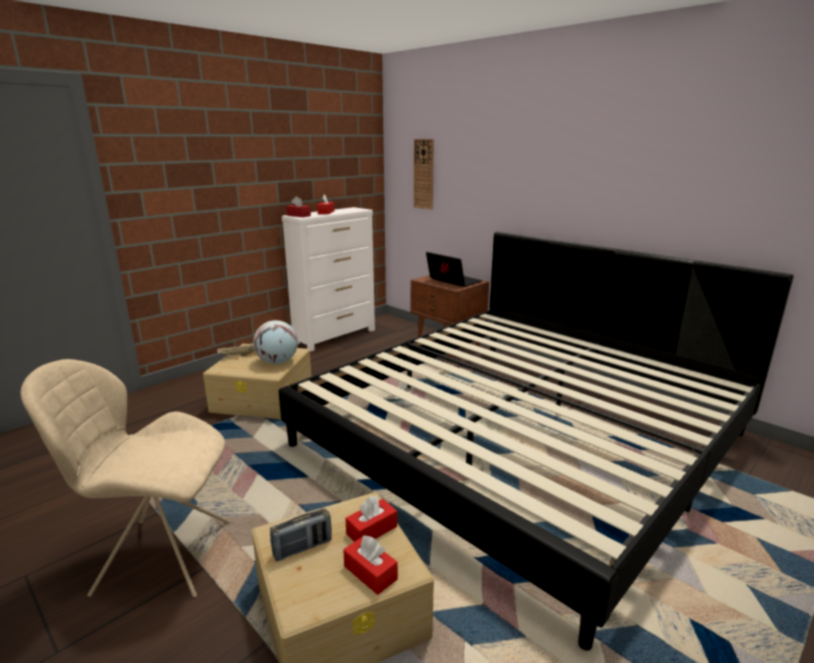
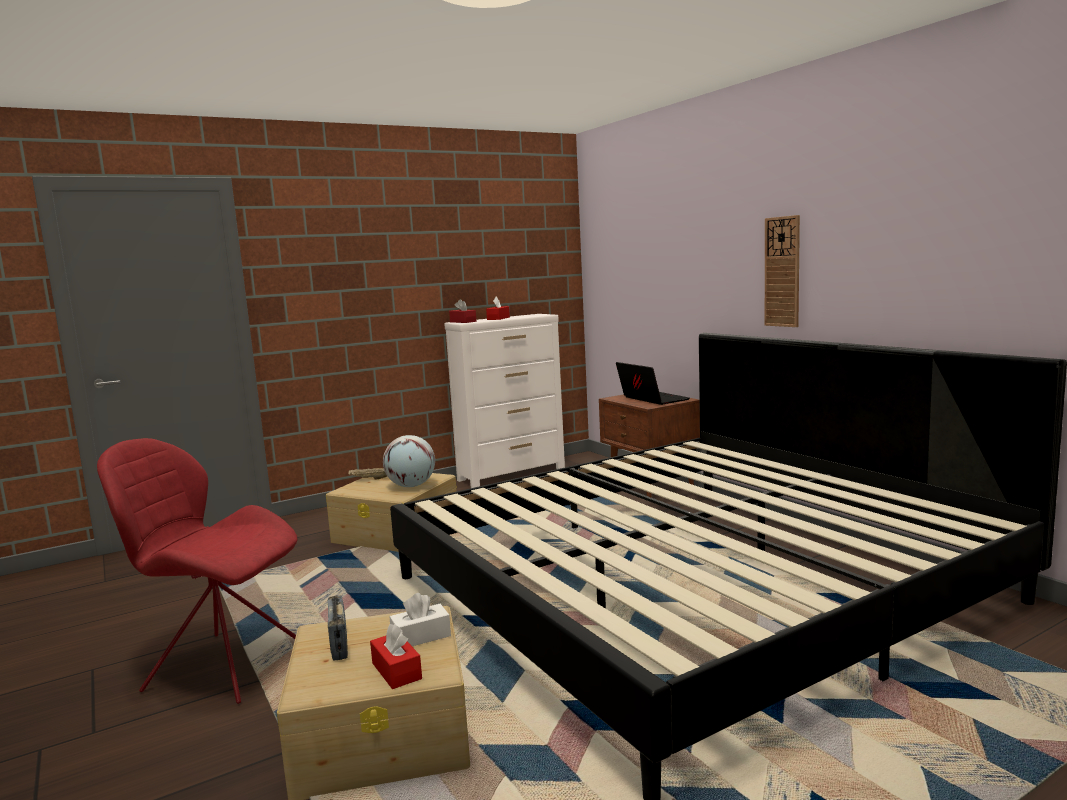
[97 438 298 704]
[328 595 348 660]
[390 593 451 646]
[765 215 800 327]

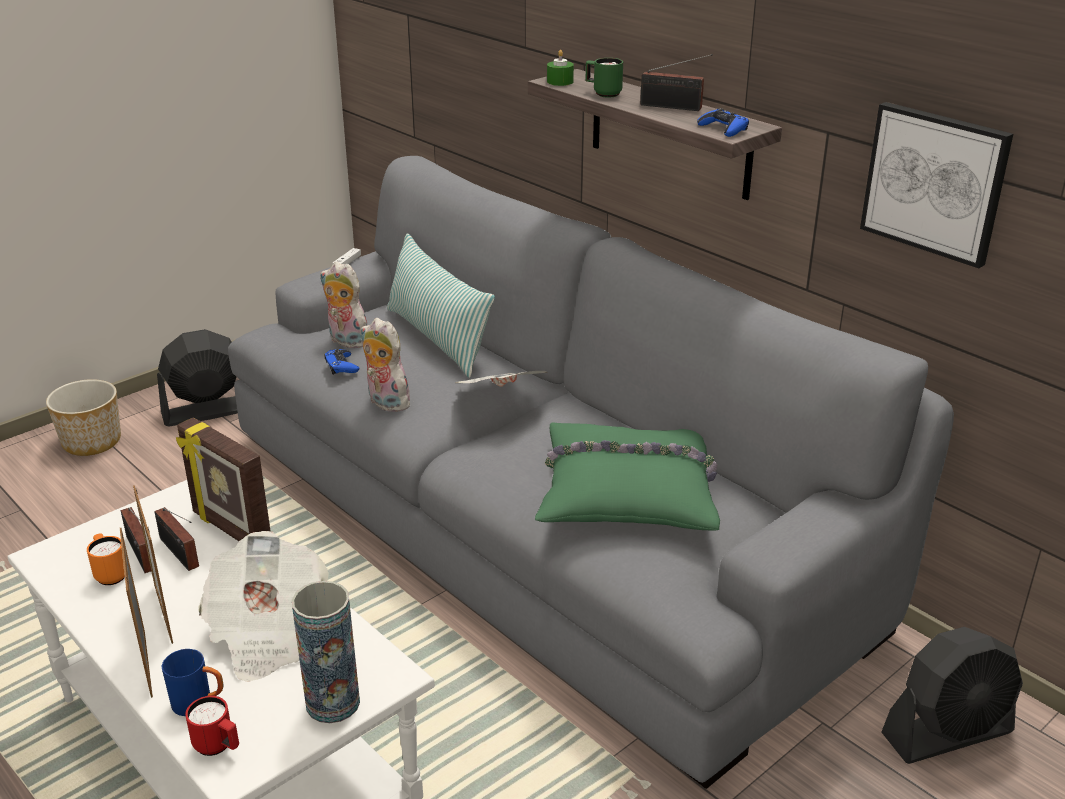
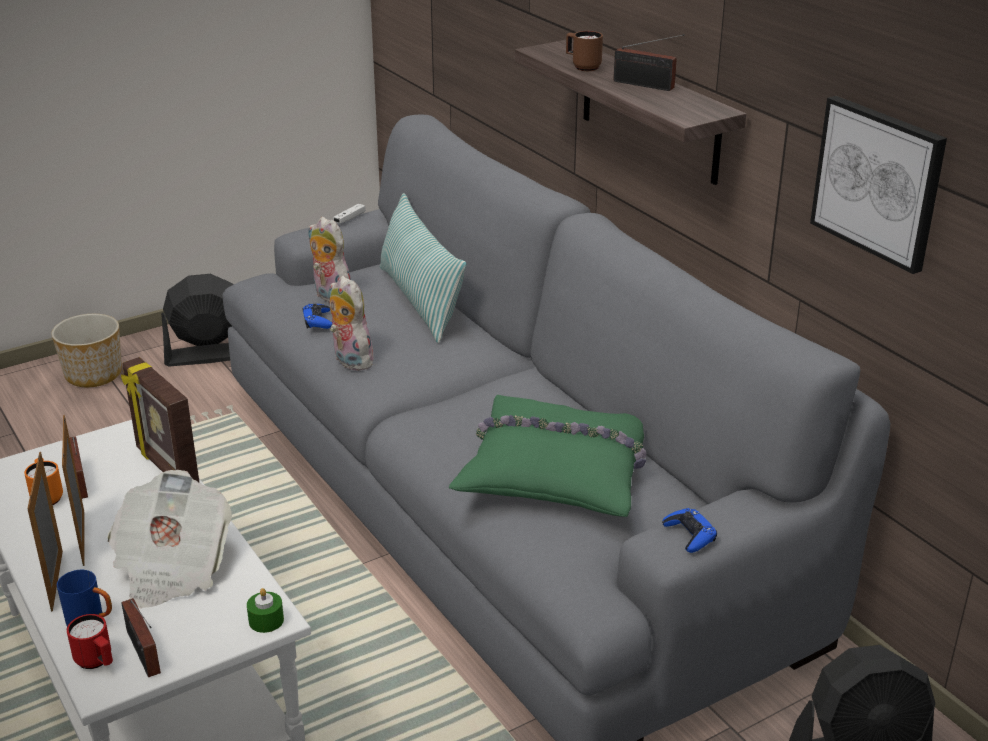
[121 598 161 677]
[292 581 360 723] (first image)
[455 371 547 387] (first image)
[247 588 284 633]
[566 31 603 71]
[662 508 717 553]

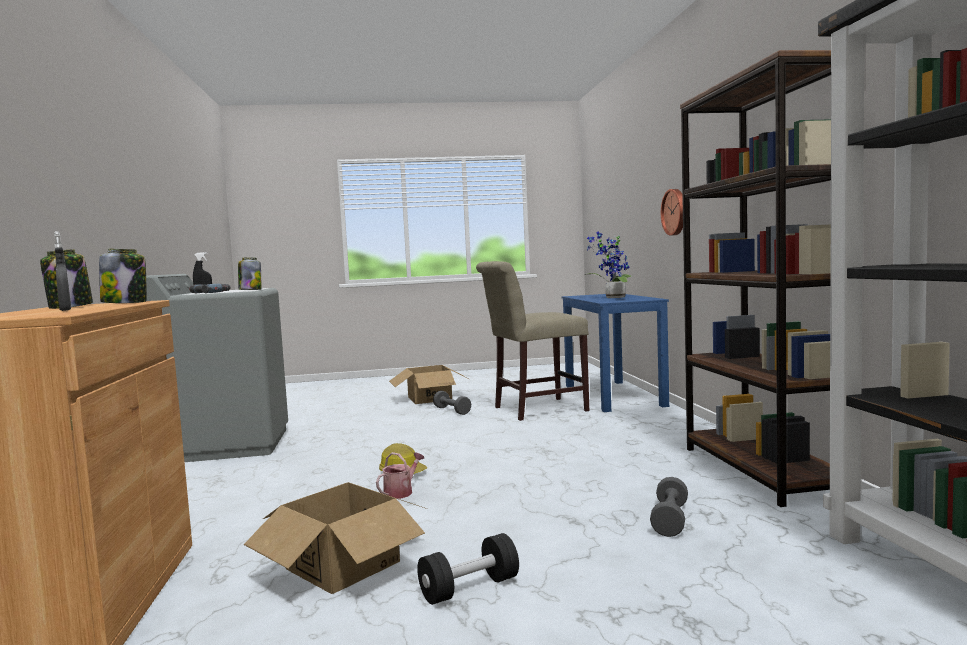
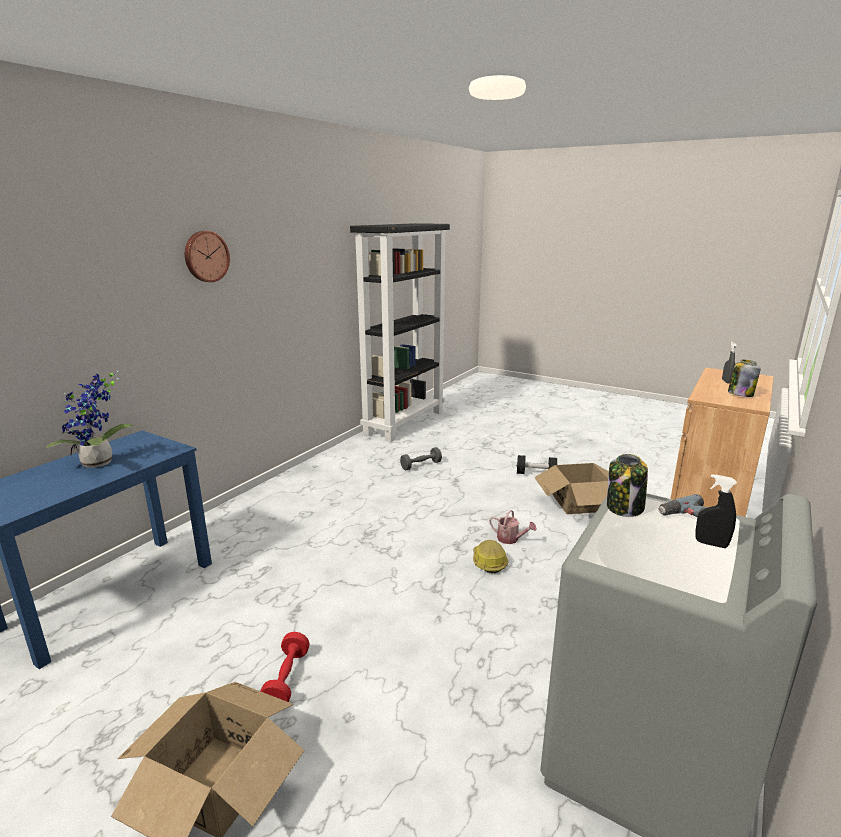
[99 249 147 303] (first image)
[489 510 536 544]
[260 632 310 702]
[476 261 589 421] (first image)
[185 231 230 282]
[680 50 831 507] (first image)

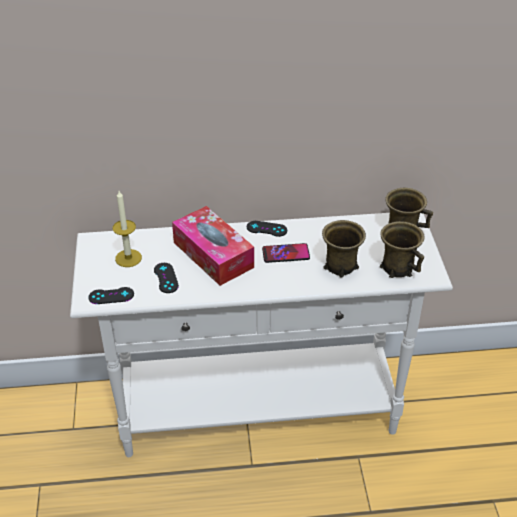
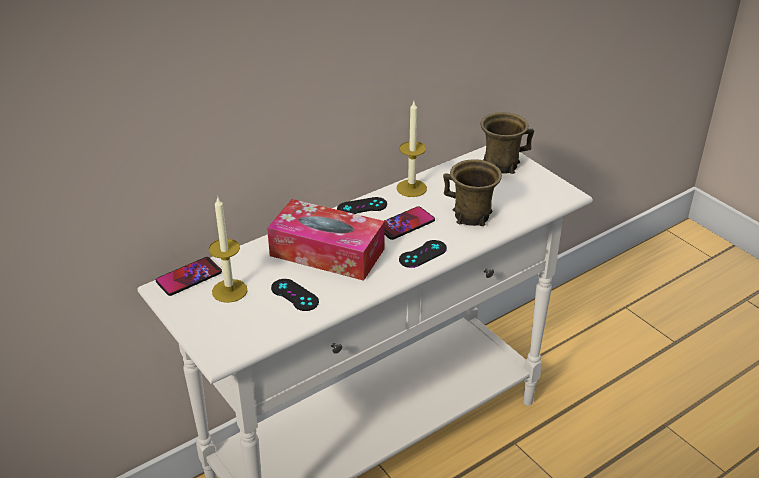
[399 240 447 268]
[380 221 425 278] (first image)
[156 257 222 296]
[397 102 427 197]

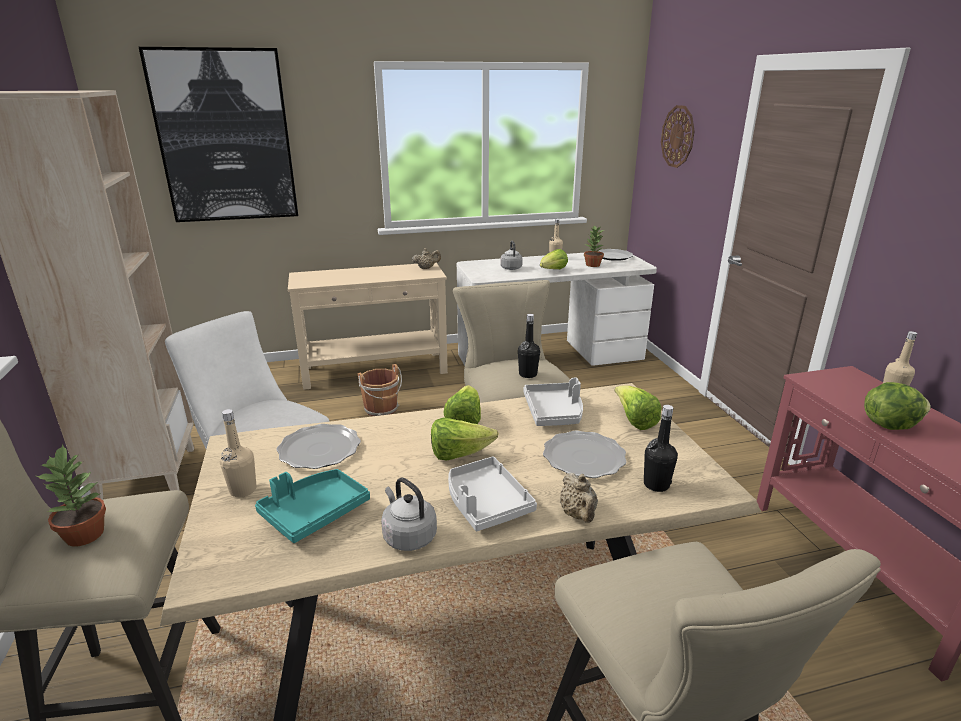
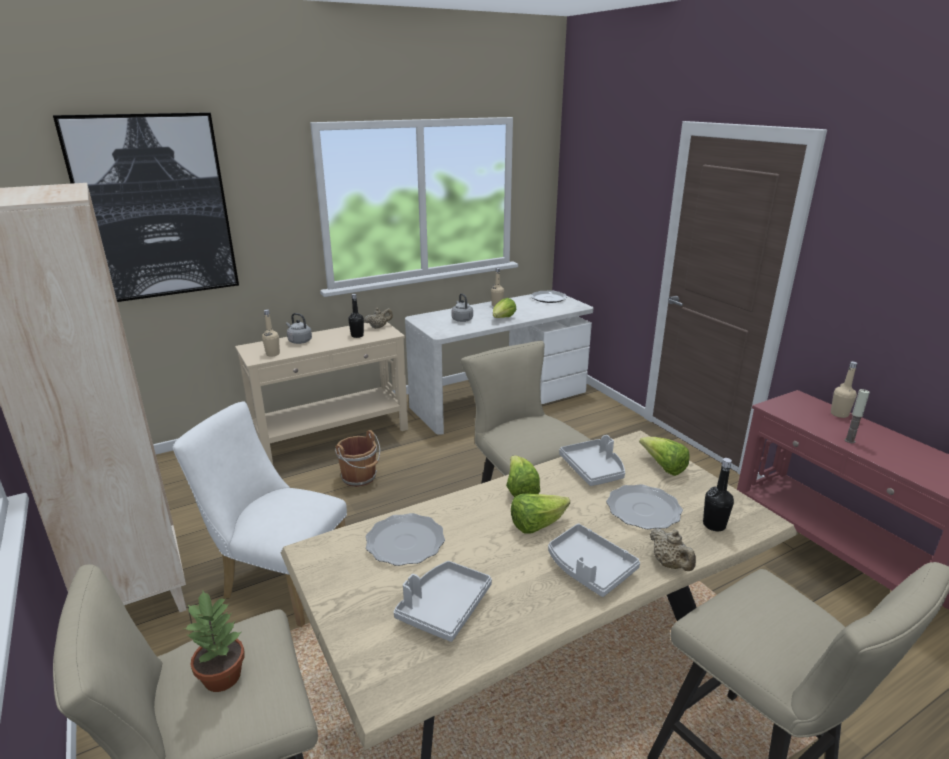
[262 309 280 357]
[394 561 492 642]
[286 313 312 344]
[348 294 364 338]
[584 226 604 267] (first image)
[661 105 695 168] (first image)
[844 389 870 443]

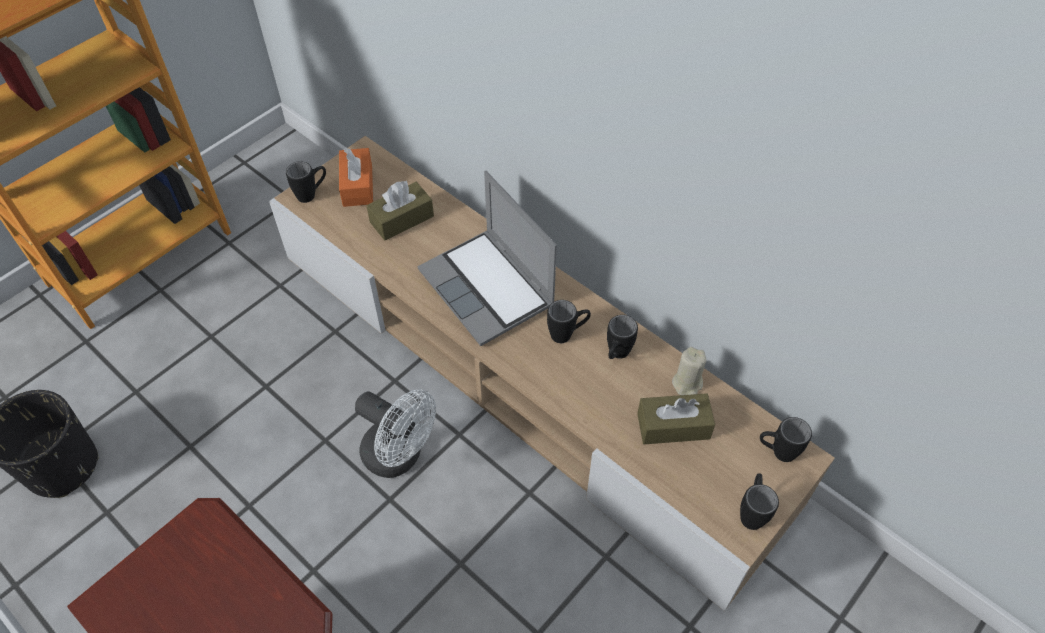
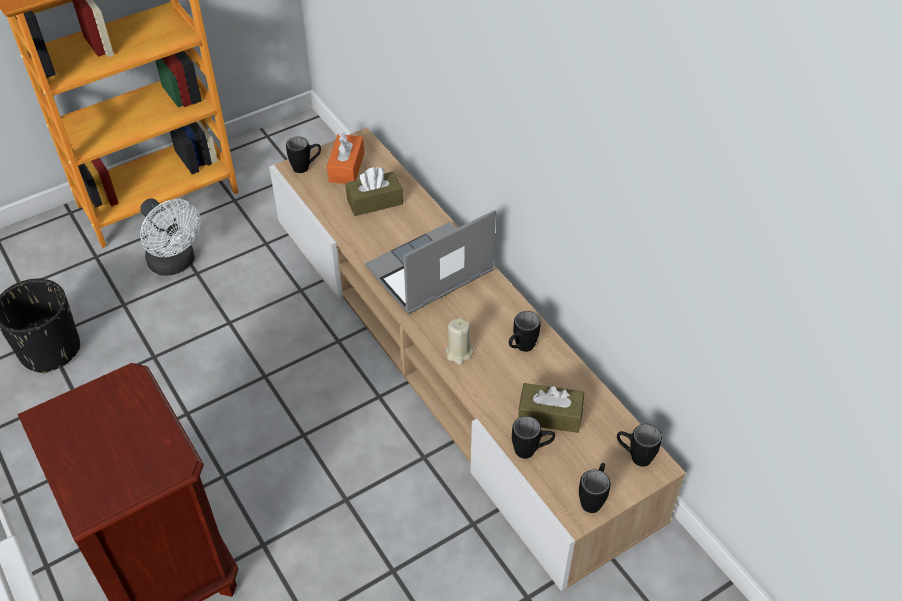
[140 199 201 276]
[365 210 496 314]
[512 416 555 459]
[446 317 474 365]

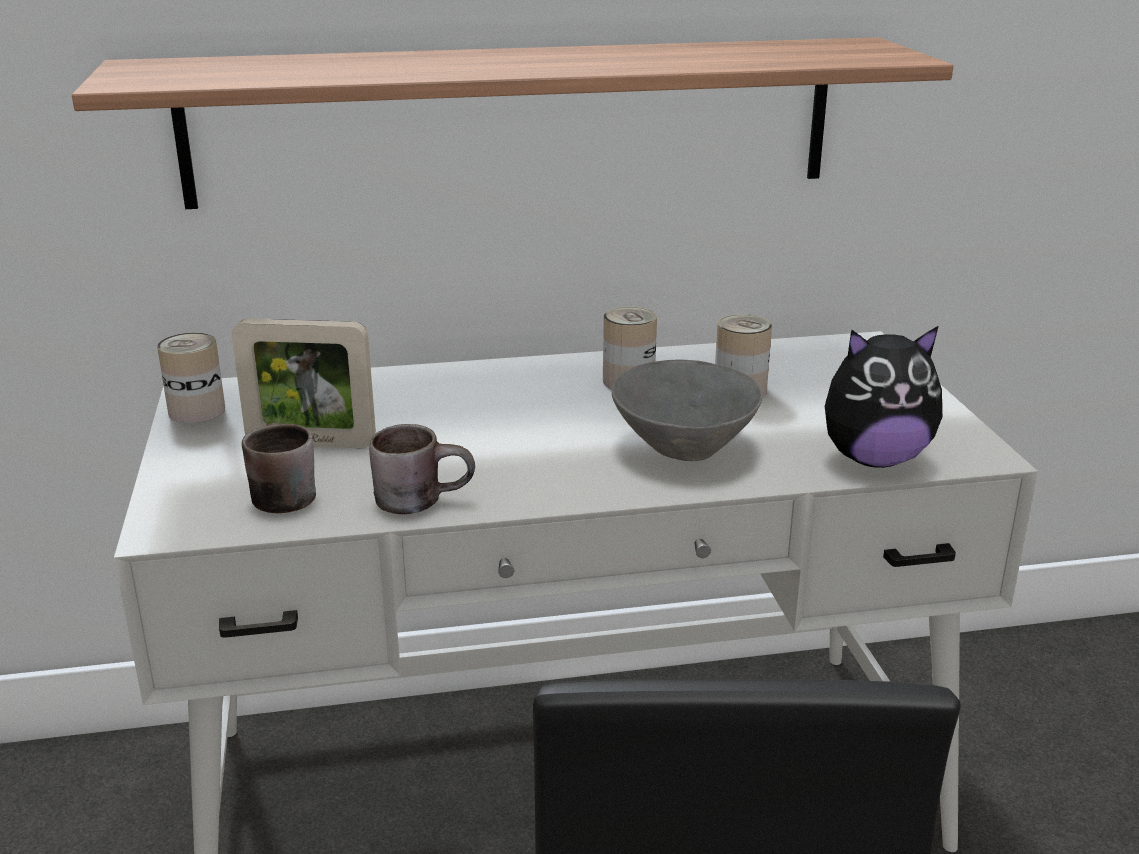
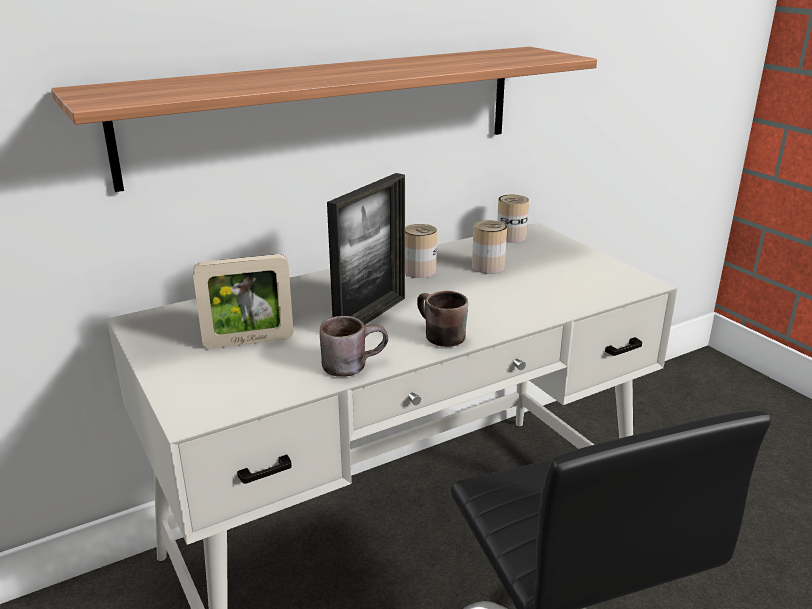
[497 195 529 243]
[417 291 468 347]
[612 359 762 461] (first image)
[825 326 942 468] (first image)
[327 173 405 325]

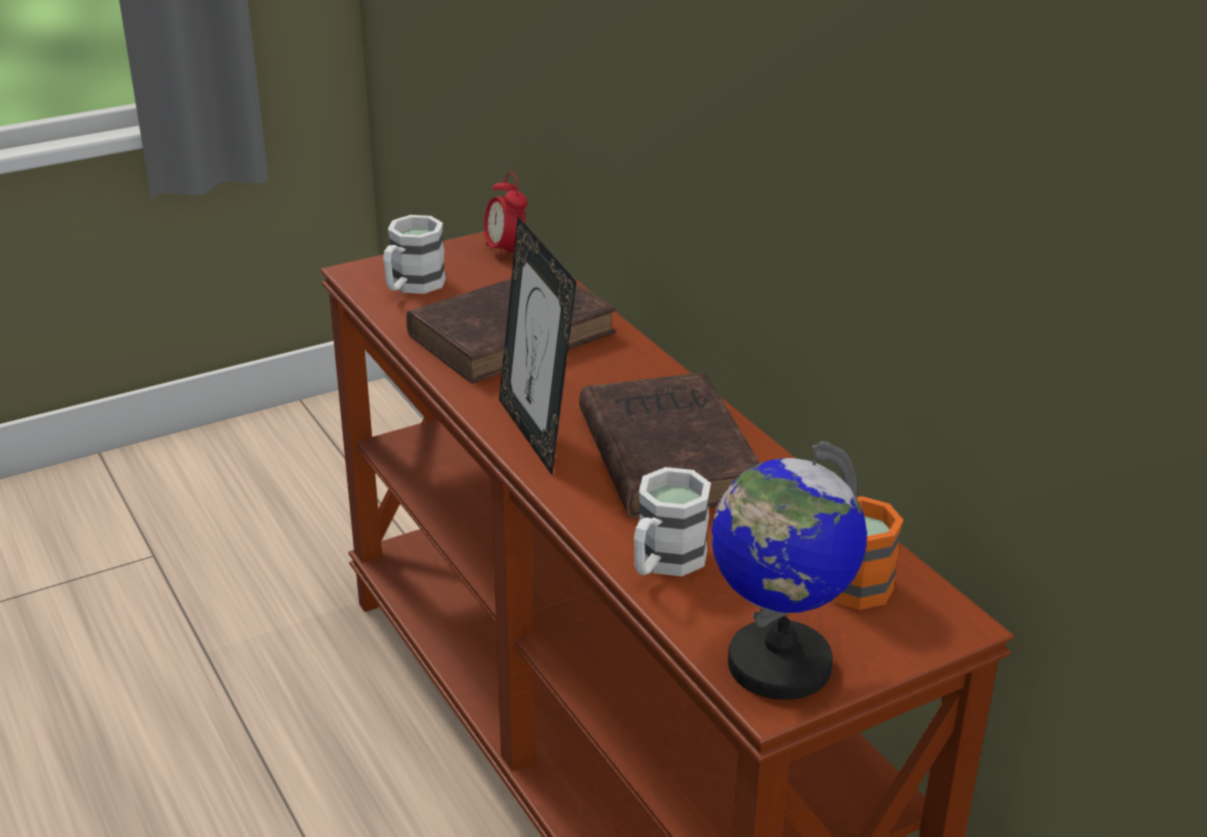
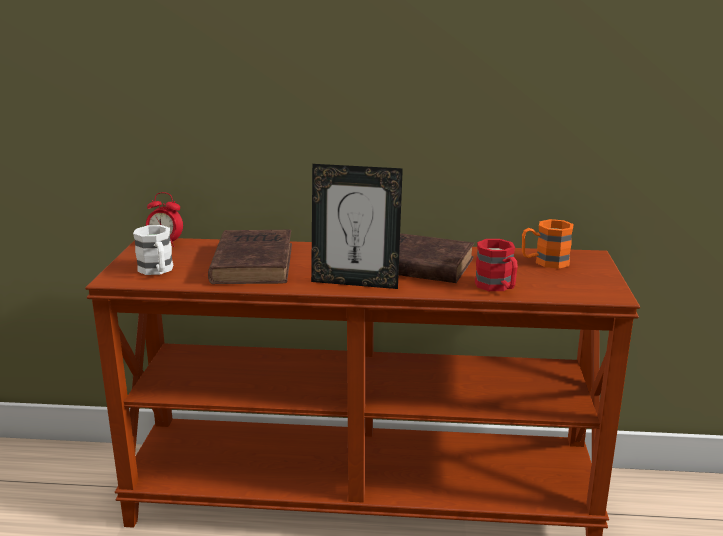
[475 239 518 291]
[712 441 867 700] (first image)

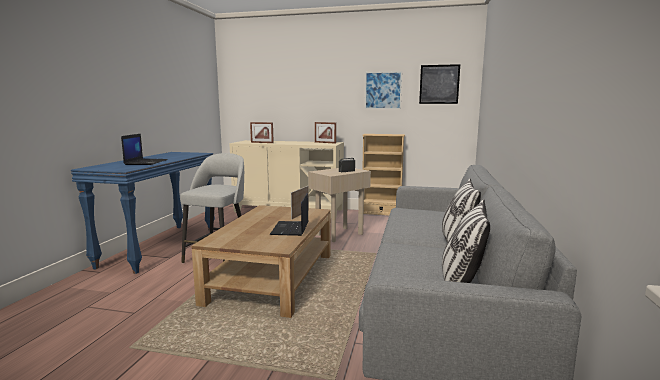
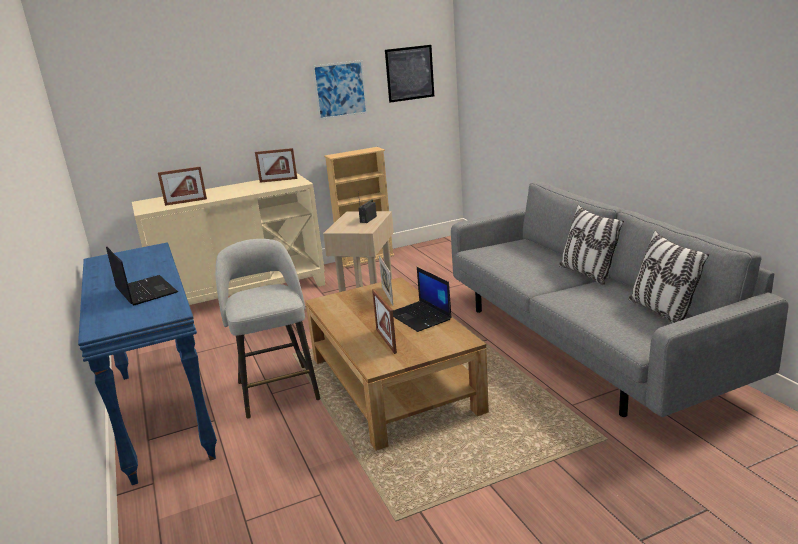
[372 289 397 354]

